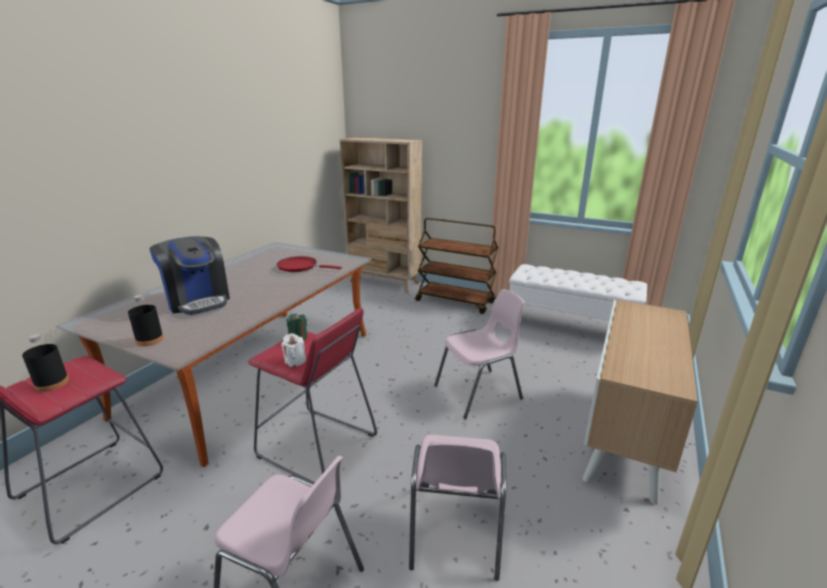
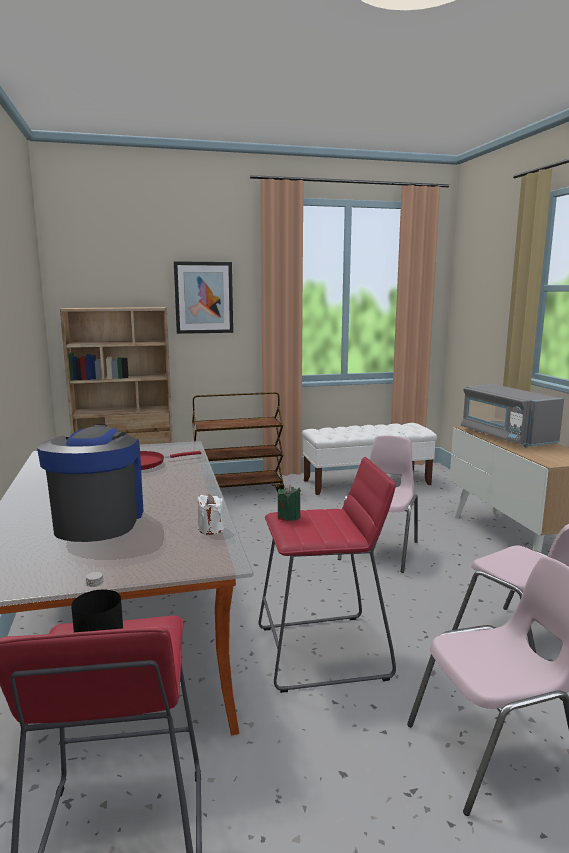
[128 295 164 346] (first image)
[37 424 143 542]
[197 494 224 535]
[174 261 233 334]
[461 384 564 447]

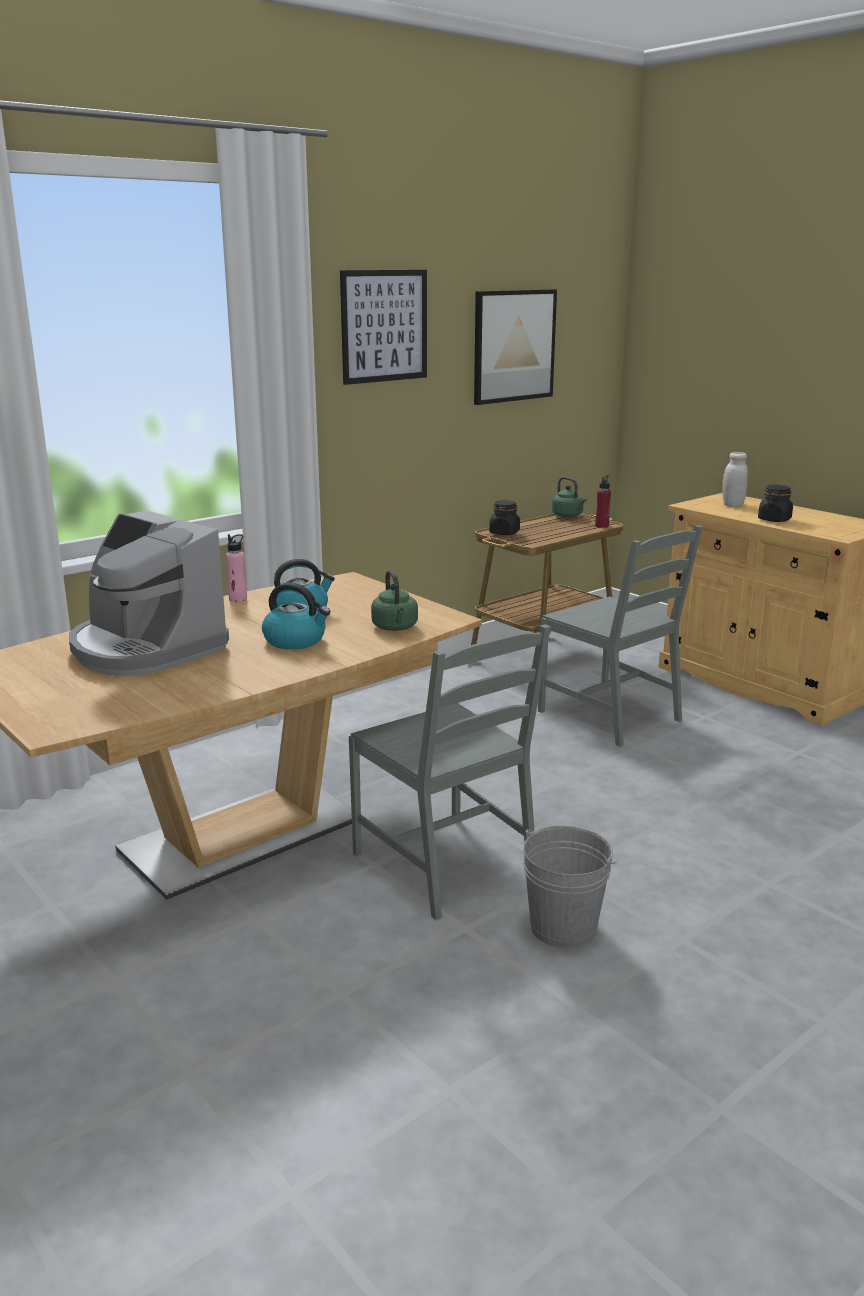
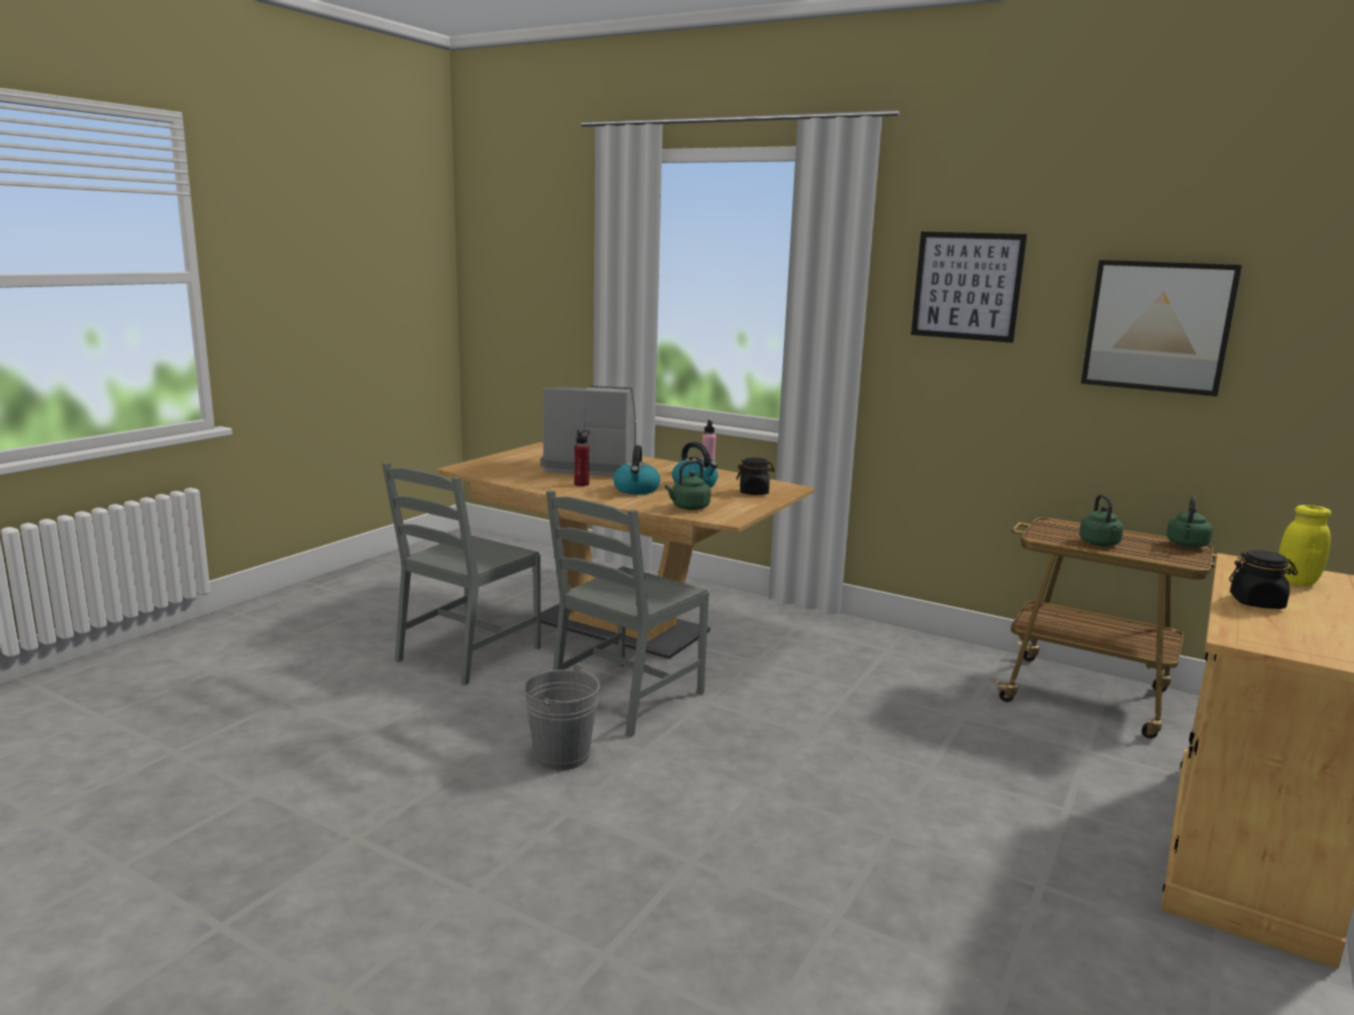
[540 386 636 476]
[736 458 775 495]
[382 462 541 686]
[574 430 590 486]
[1279 505 1331 586]
[1079 494 1124 546]

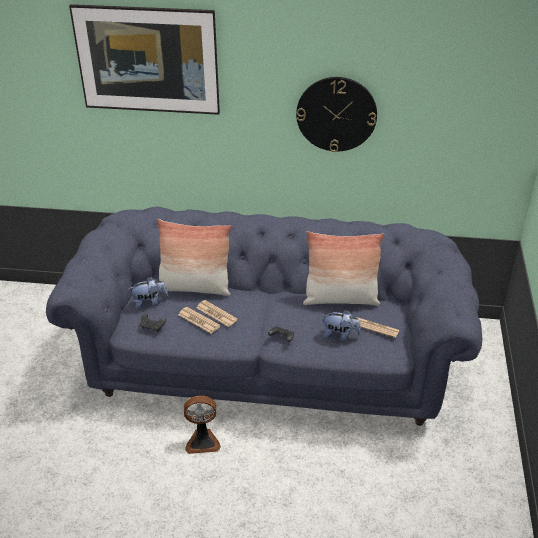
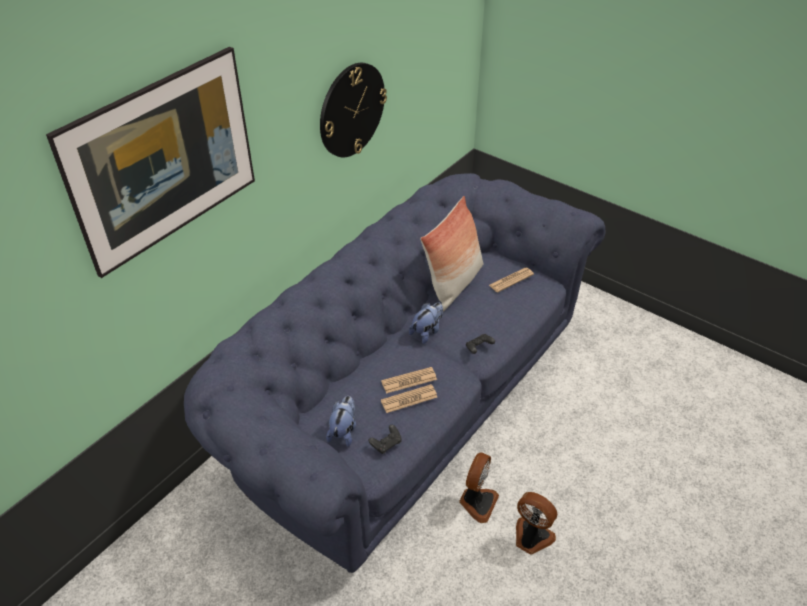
[157 219 232 296] (first image)
[409 303 443 344]
[516 492 558 555]

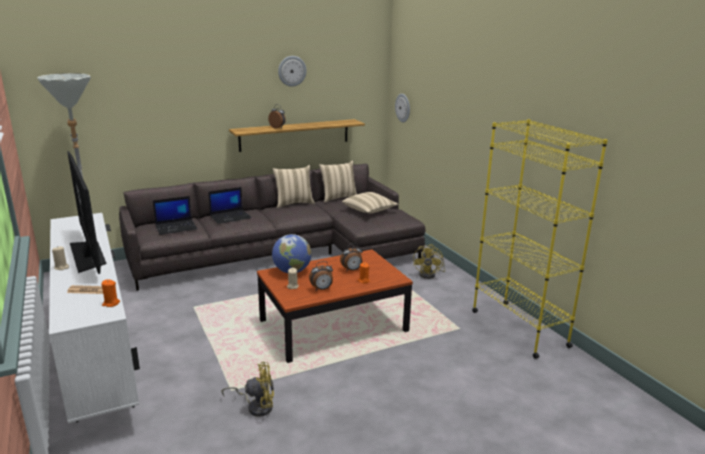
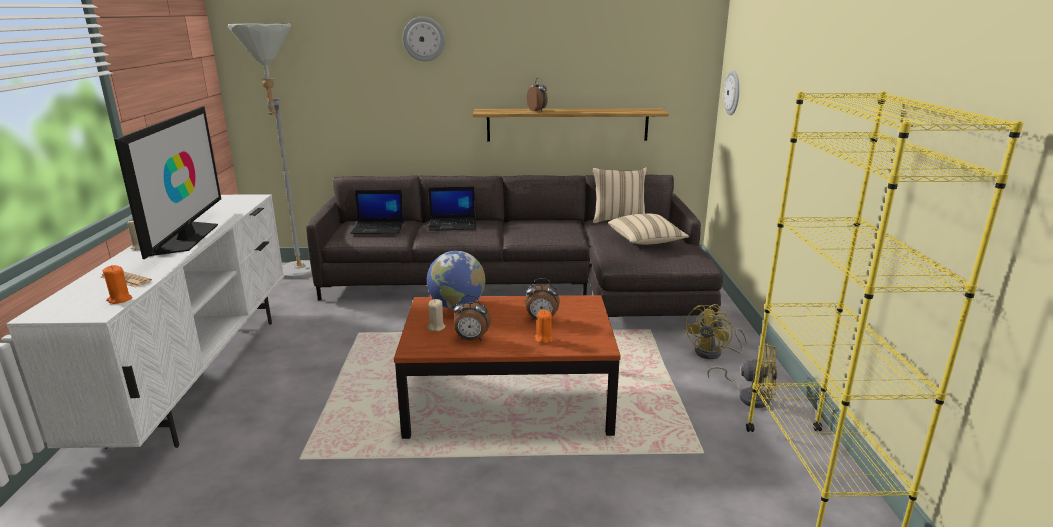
[707 343 777 408]
[272 165 315 208] (first image)
[403 17 445 62]

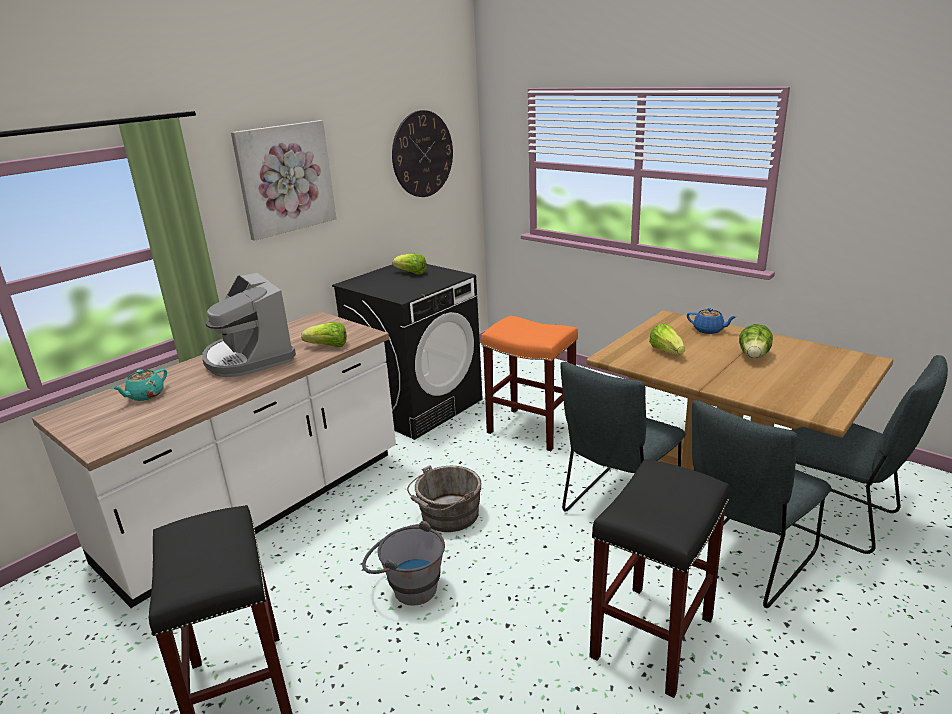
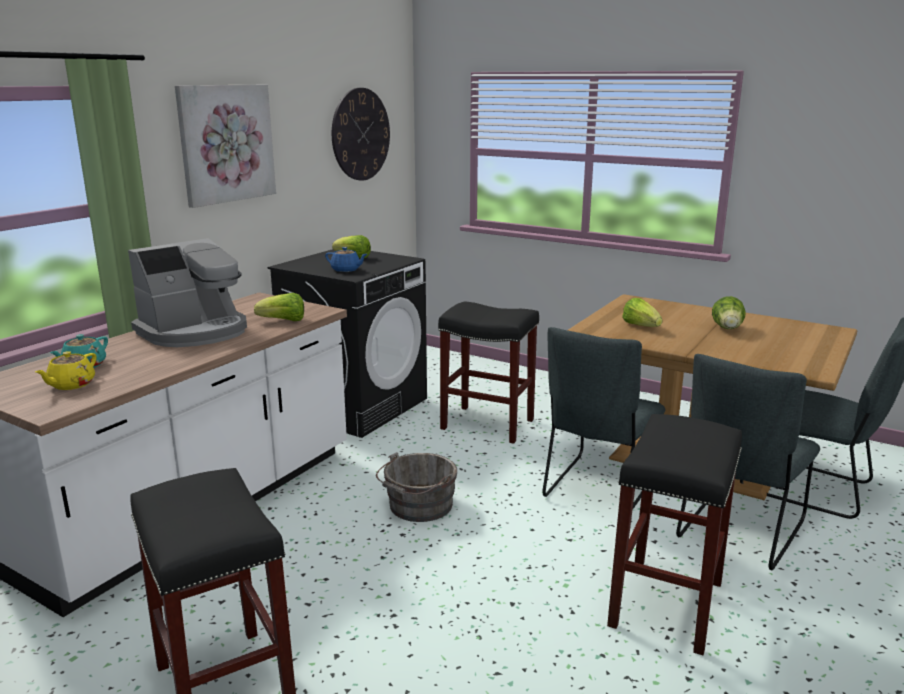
[128 238 247 347]
[362 521 445 606] (first image)
[438 302 539 444]
[325 247 367 272]
[35 351 96 390]

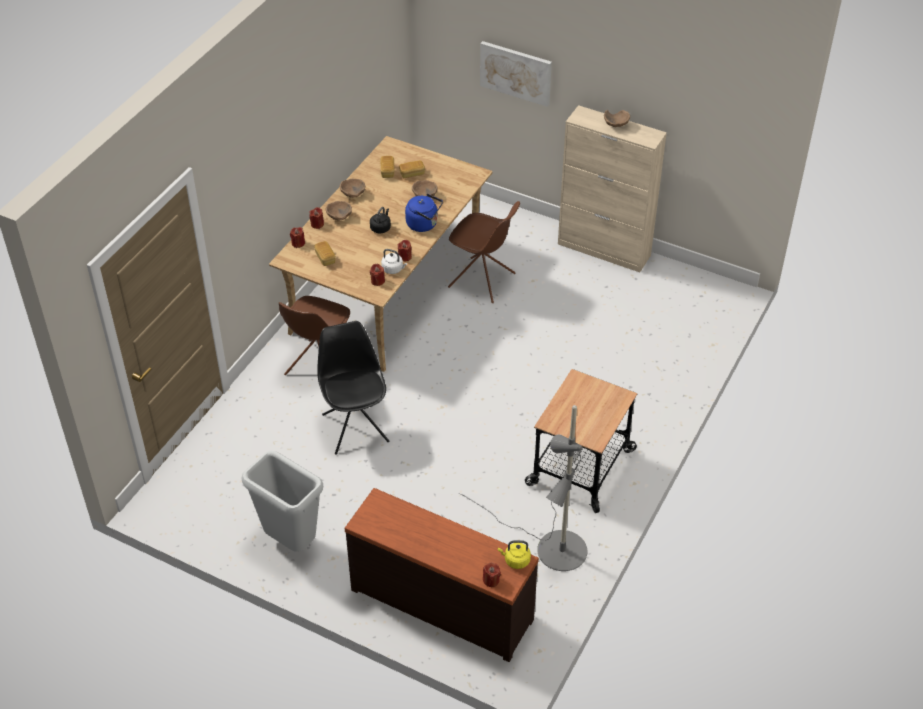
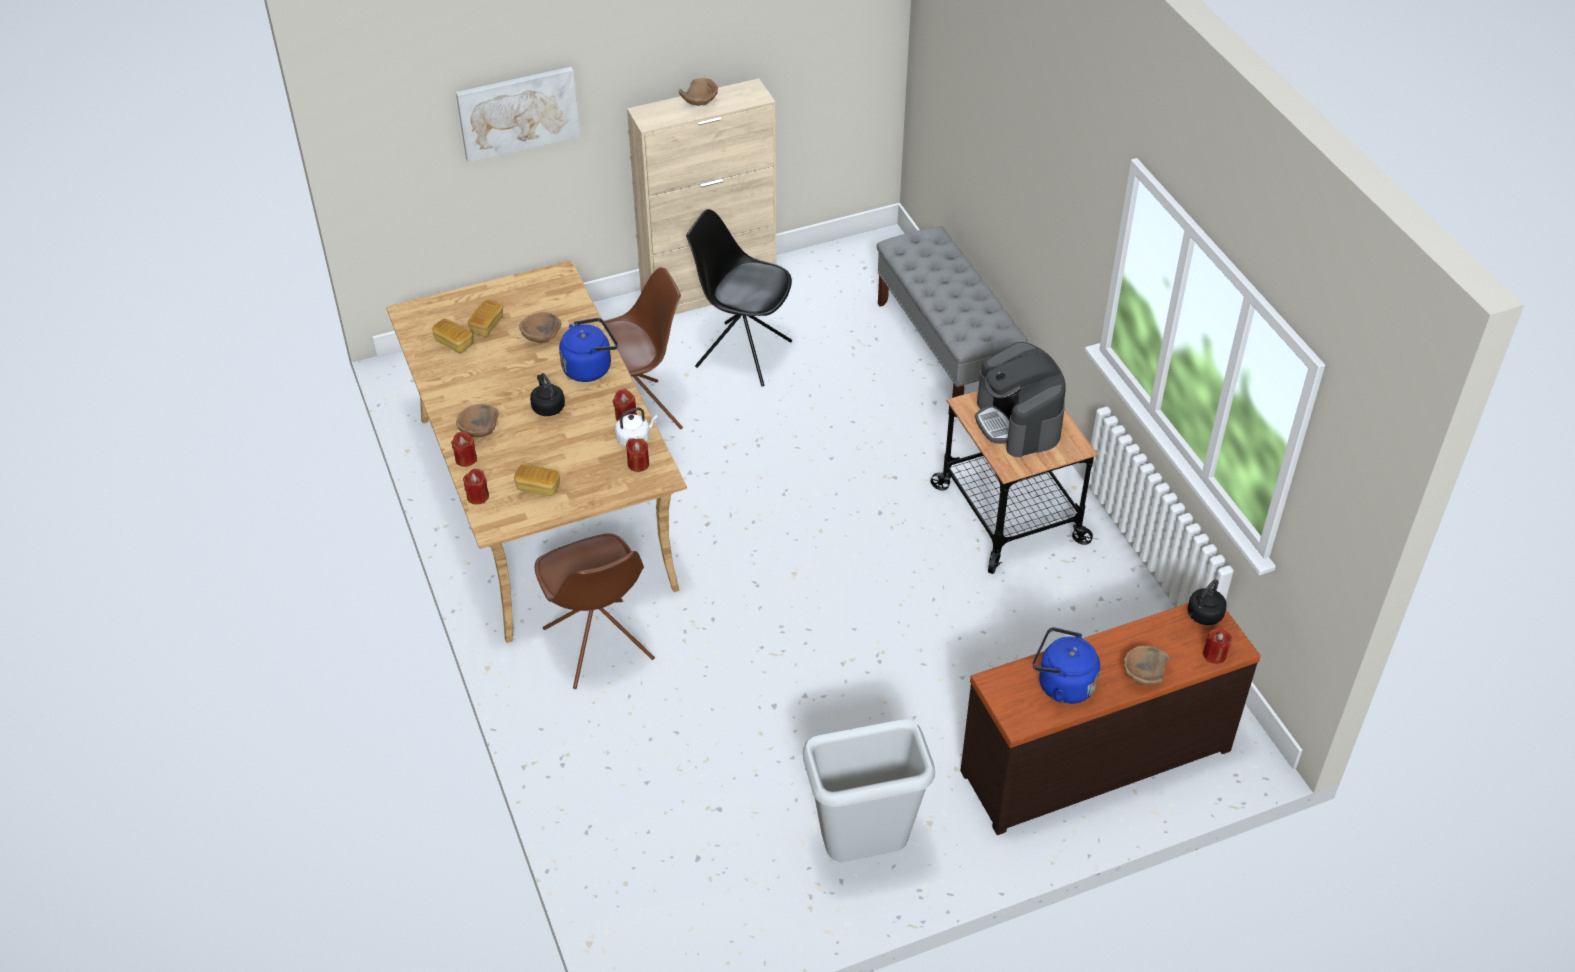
[686 209 792 386]
[1124 646 1170 686]
[459 405 587 571] (first image)
[1188 579 1227 625]
[877 226 1028 417]
[975 342 1066 457]
[1033 627 1100 704]

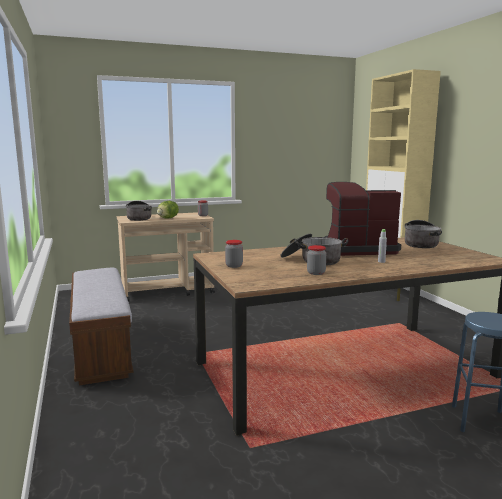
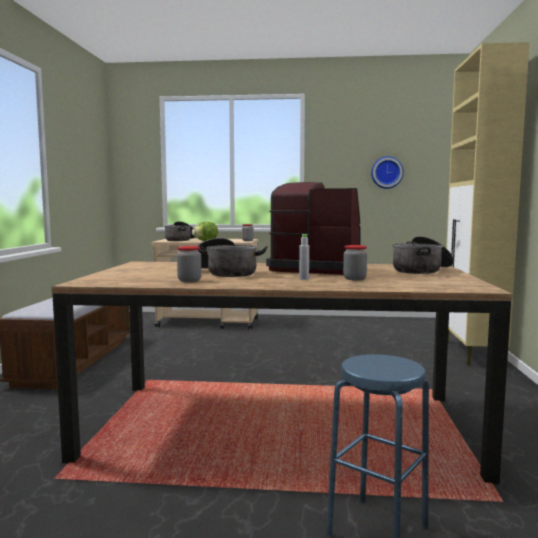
[343 245 367 280]
[371 156 404 189]

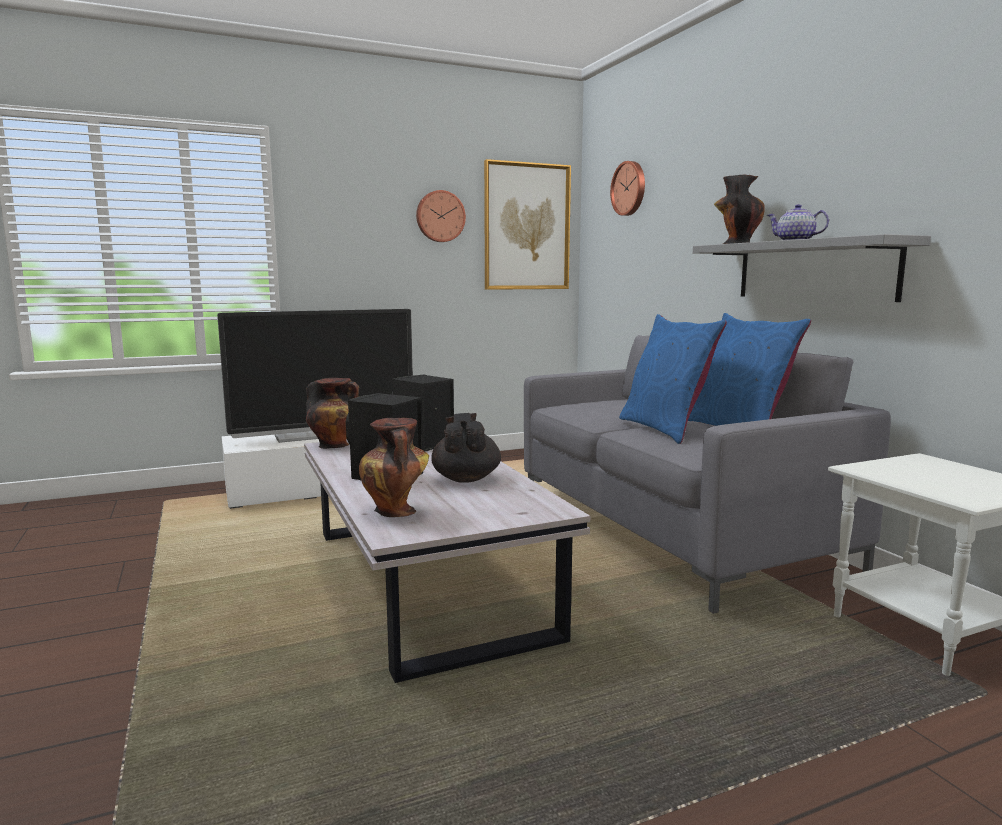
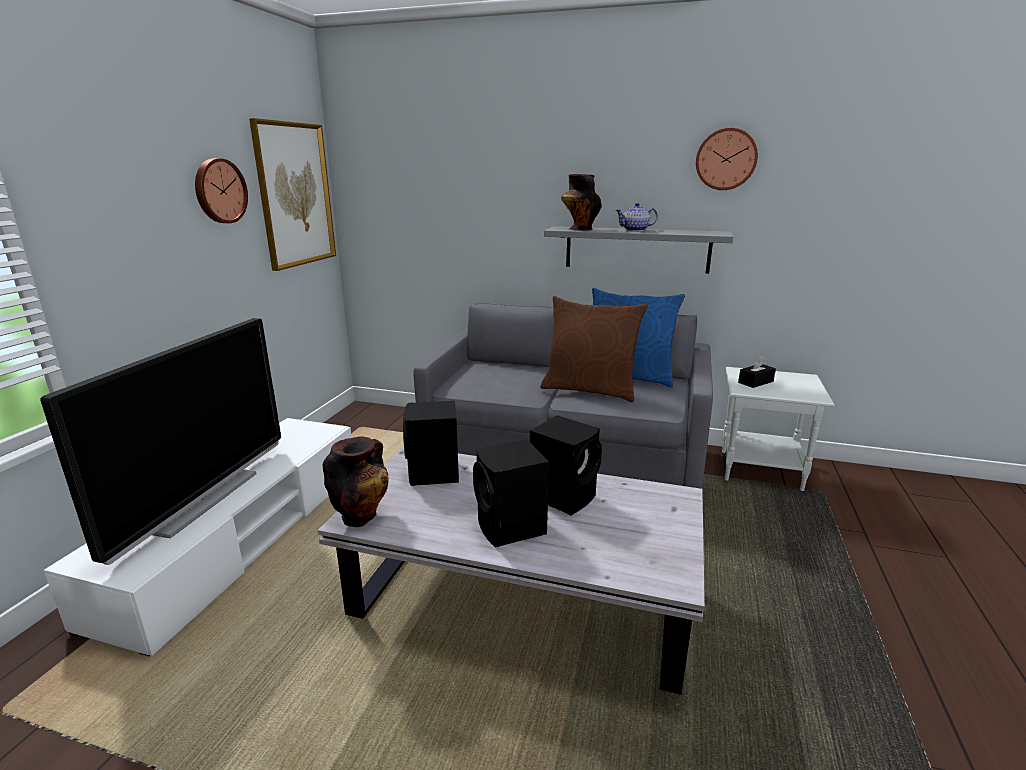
[359 418 429 517] (first image)
[530 415 602 515]
[696 128 758 190]
[540 296 648 402]
[738 356 776 388]

